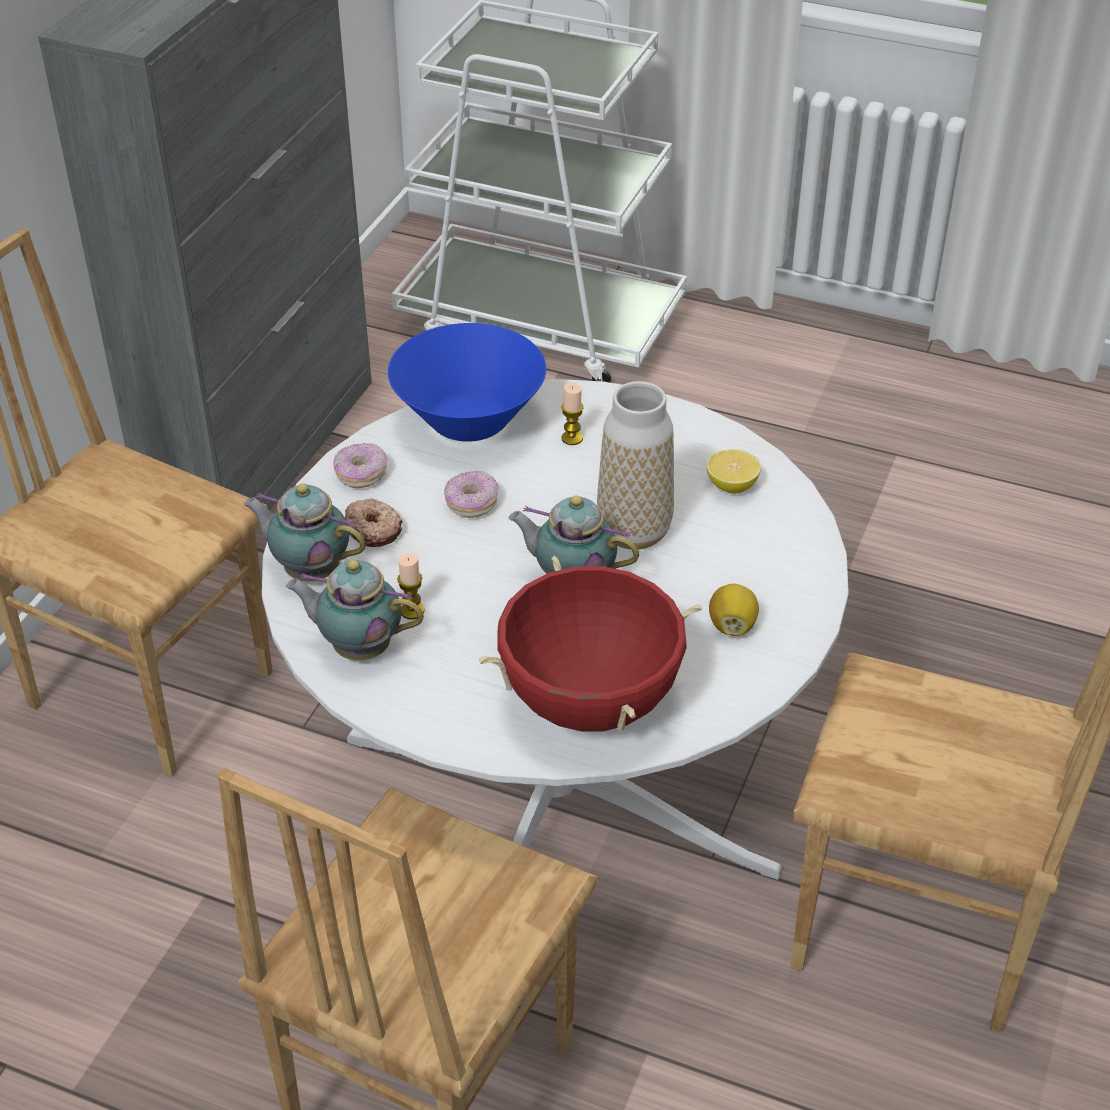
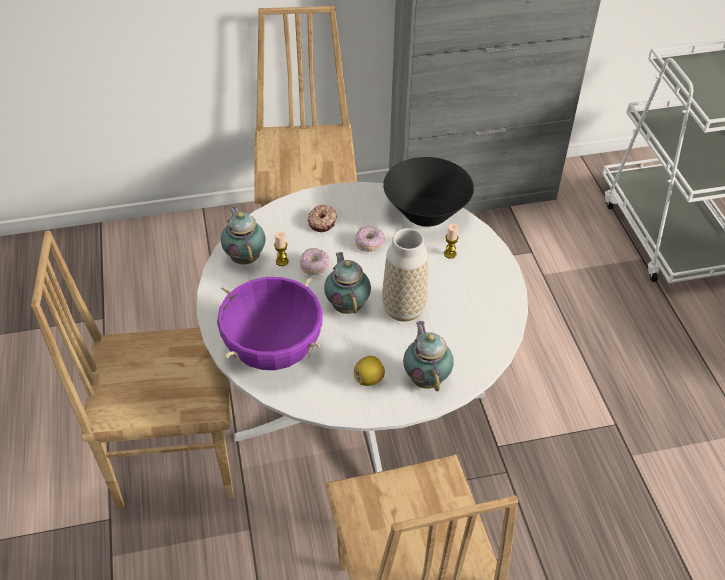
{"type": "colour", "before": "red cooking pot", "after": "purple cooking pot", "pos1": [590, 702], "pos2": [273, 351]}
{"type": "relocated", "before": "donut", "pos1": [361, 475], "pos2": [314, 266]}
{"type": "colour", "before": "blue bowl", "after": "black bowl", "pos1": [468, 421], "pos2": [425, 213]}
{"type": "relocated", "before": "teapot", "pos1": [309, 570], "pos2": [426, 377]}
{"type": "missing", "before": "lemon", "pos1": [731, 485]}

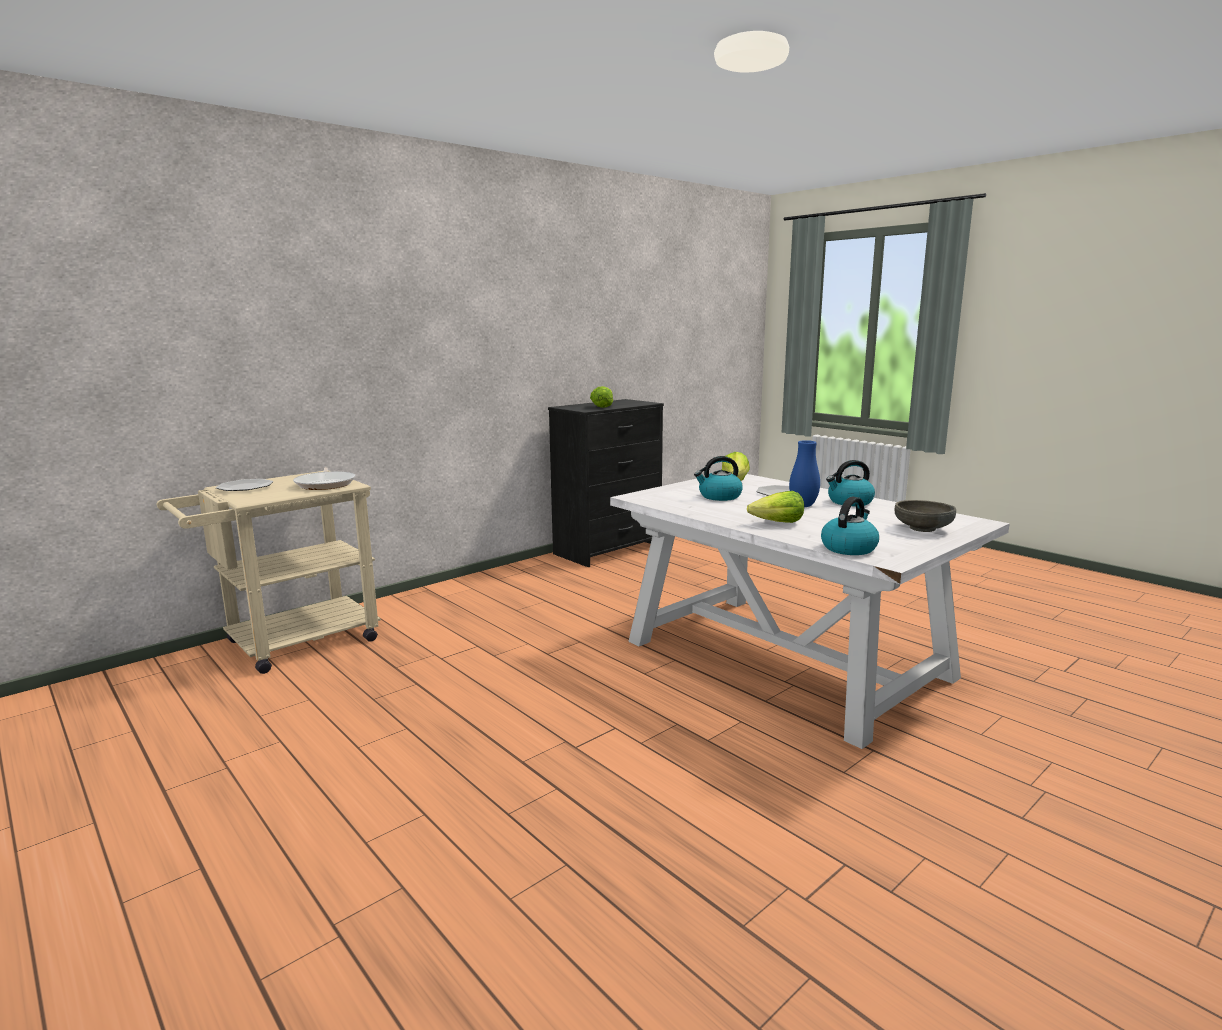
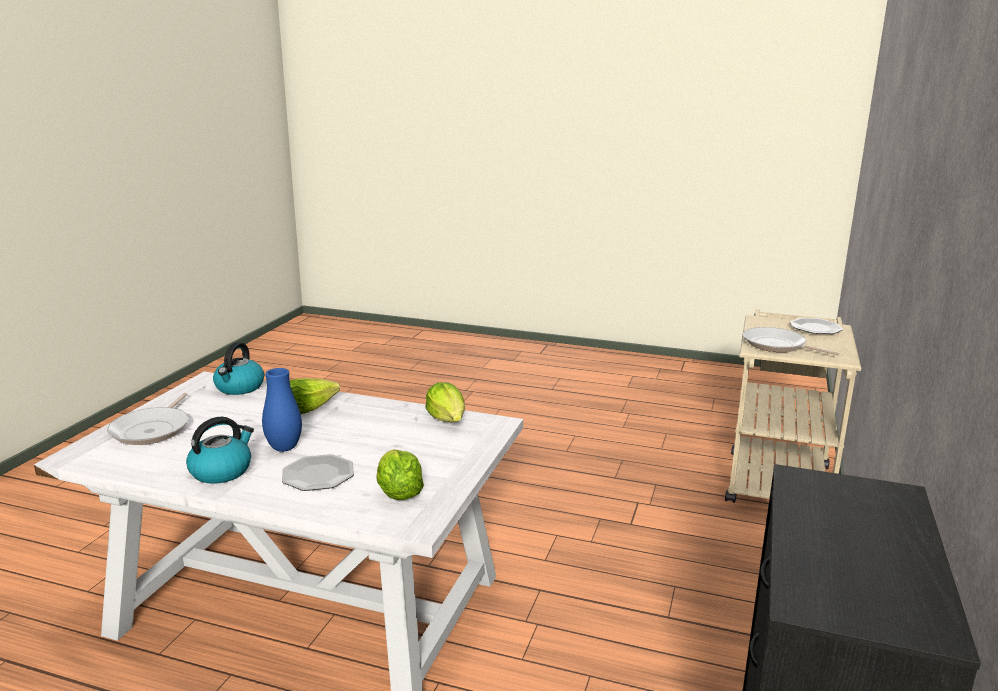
{"type": "exchanged", "before": "grey bowl", "after": "frying pan", "pos1": [922, 529], "pos2": [153, 429]}
{"type": "relocated", "before": "lettuce", "pos1": [602, 406], "pos2": [448, 419]}
{"type": "missing", "before": "kettle", "pos1": [719, 496]}

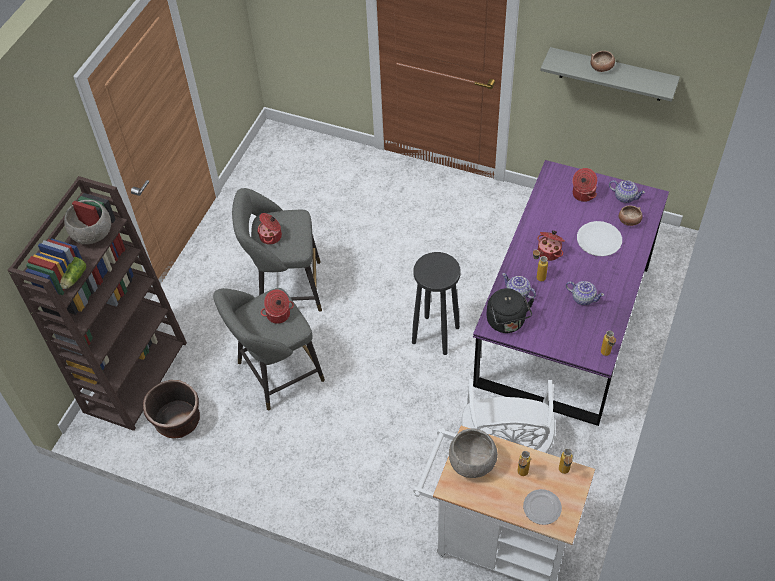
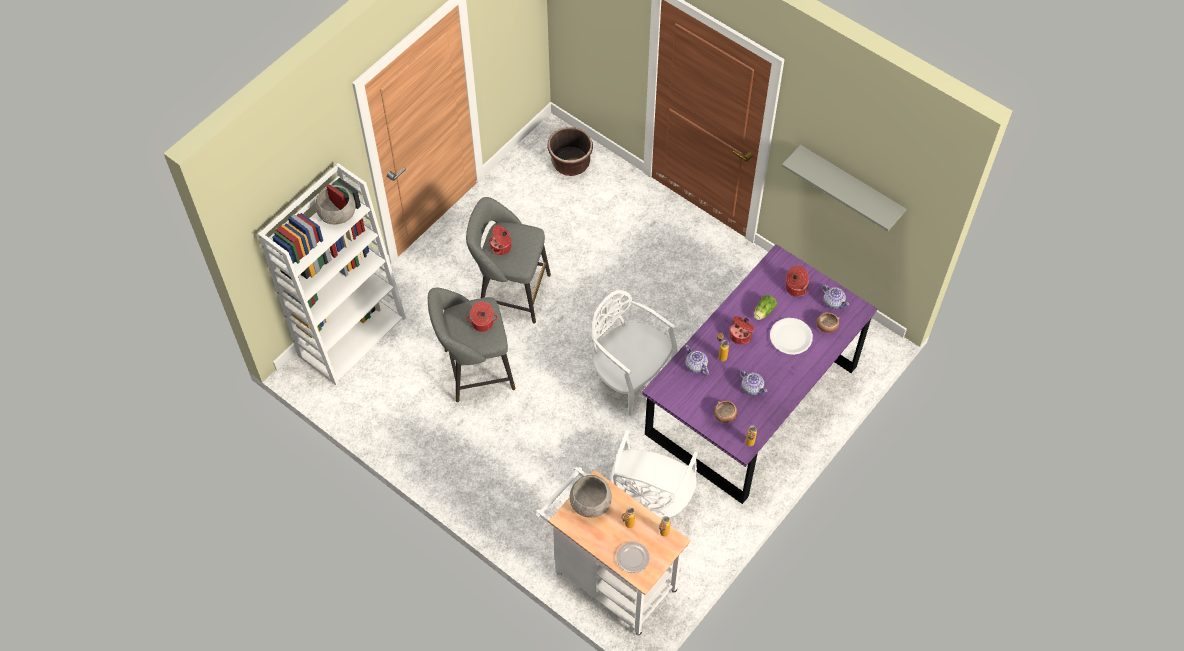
{"type": "colour", "before": "brown bookcase", "after": "white bookcase", "pos1": [135, 375], "pos2": [352, 335]}
{"type": "relocated", "before": "brown planter", "pos1": [177, 421], "pos2": [570, 163]}
{"type": "exchanged", "before": "black stool", "after": "white chair", "pos1": [436, 334], "pos2": [630, 376]}
{"type": "relocated", "before": "bowl", "pos1": [601, 68], "pos2": [725, 415]}
{"type": "relocated", "before": "lettuce", "pos1": [73, 279], "pos2": [763, 312]}
{"type": "missing", "before": "black kettle", "pos1": [507, 322]}

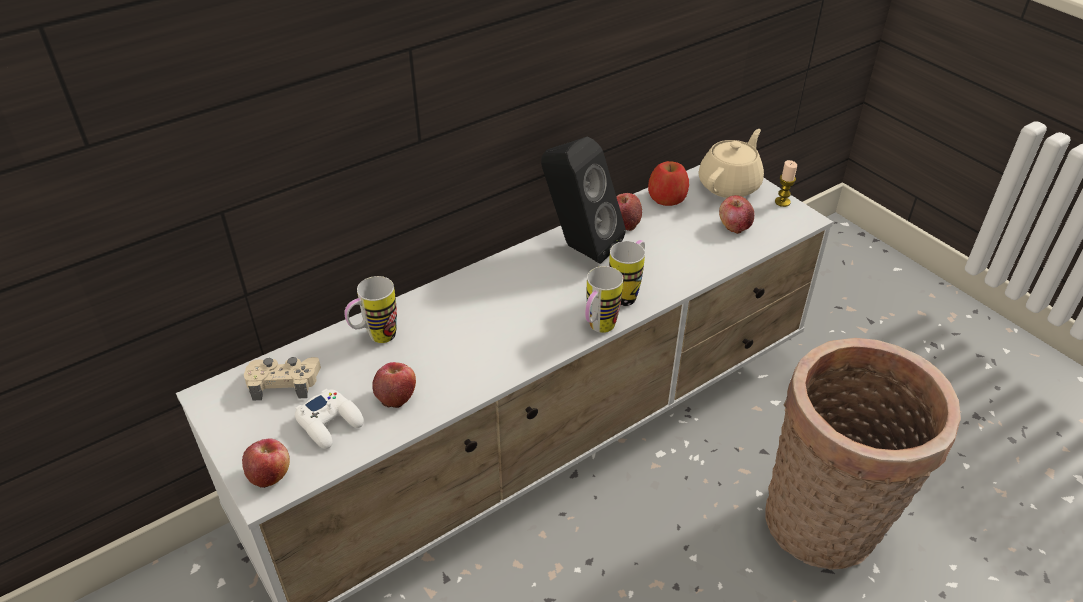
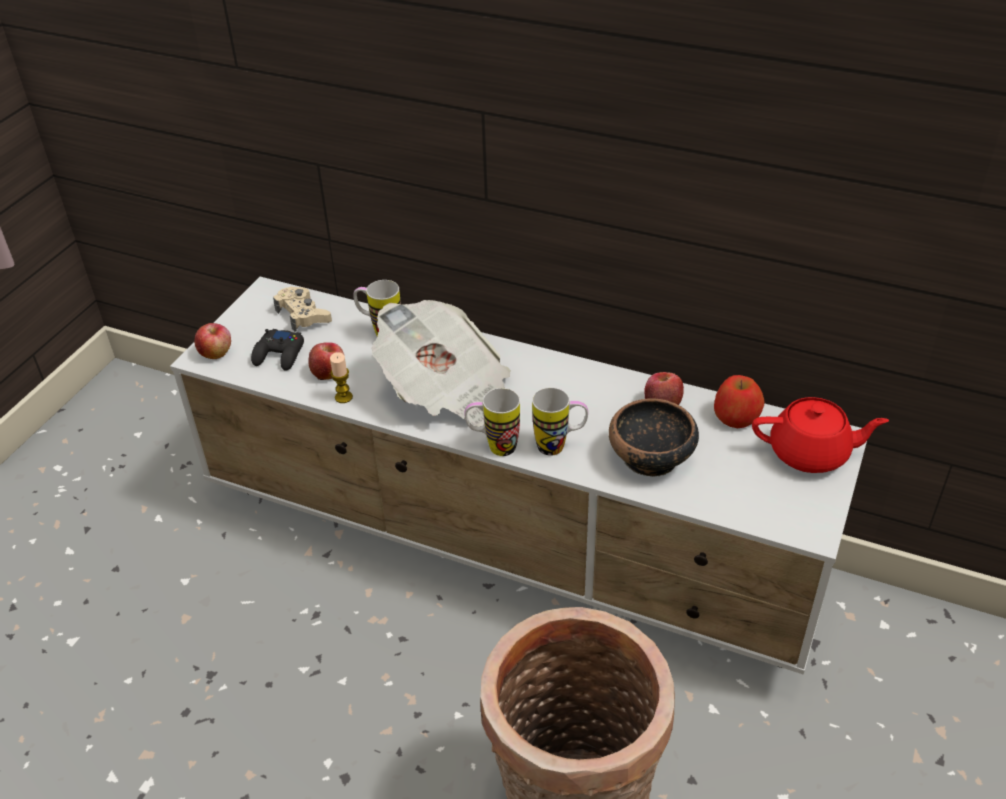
{"type": "colour", "before": "white game controller", "after": "black game controller", "pos1": [330, 423], "pos2": [279, 355]}
{"type": "relocated", "before": "candle", "pos1": [782, 202], "pos2": [343, 397]}
{"type": "appeared", "after": "newspaper", "pos2": [446, 391]}
{"type": "appeared", "after": "bowl", "pos2": [650, 458]}
{"type": "colour", "before": "beige teapot", "after": "red teapot", "pos1": [730, 185], "pos2": [810, 453]}
{"type": "missing", "before": "black speaker", "pos1": [578, 248]}
{"type": "missing", "before": "apple", "pos1": [734, 226]}

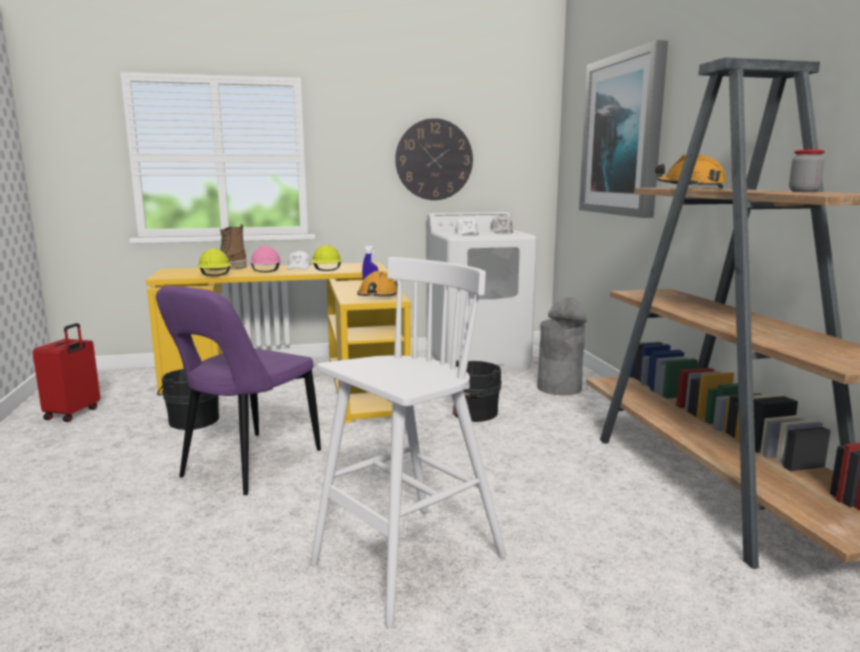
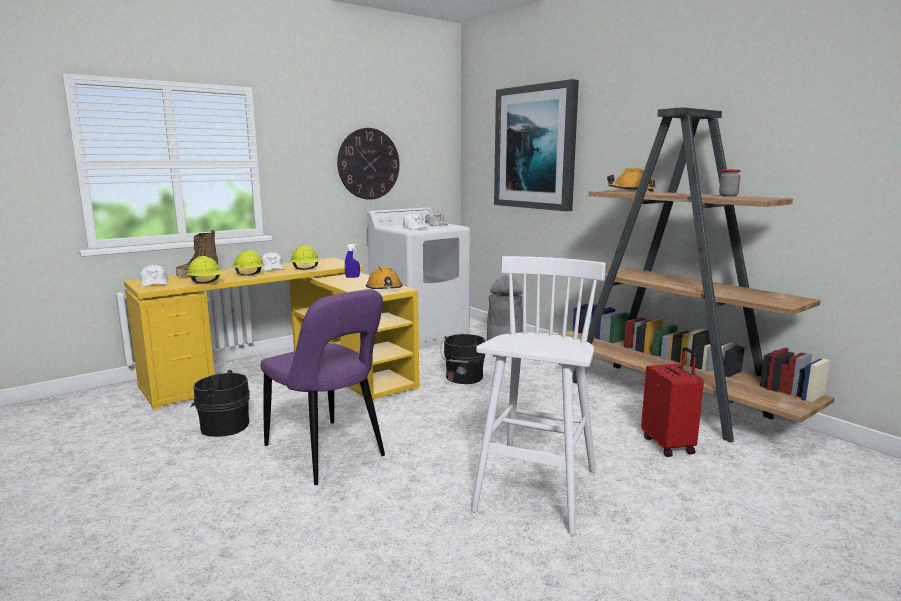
{"type": "appeared", "after": "white cap", "pos2": [154, 283]}
{"type": "colour", "before": "pink hard hat", "after": "yellow hard hat", "pos1": [265, 271], "pos2": [248, 274]}
{"type": "spun", "before": "purple chair", "pos1": [247, 466], "pos2": [327, 453], "turn": -45}
{"type": "relocated", "before": "red suitcase", "pos1": [73, 414], "pos2": [669, 445]}

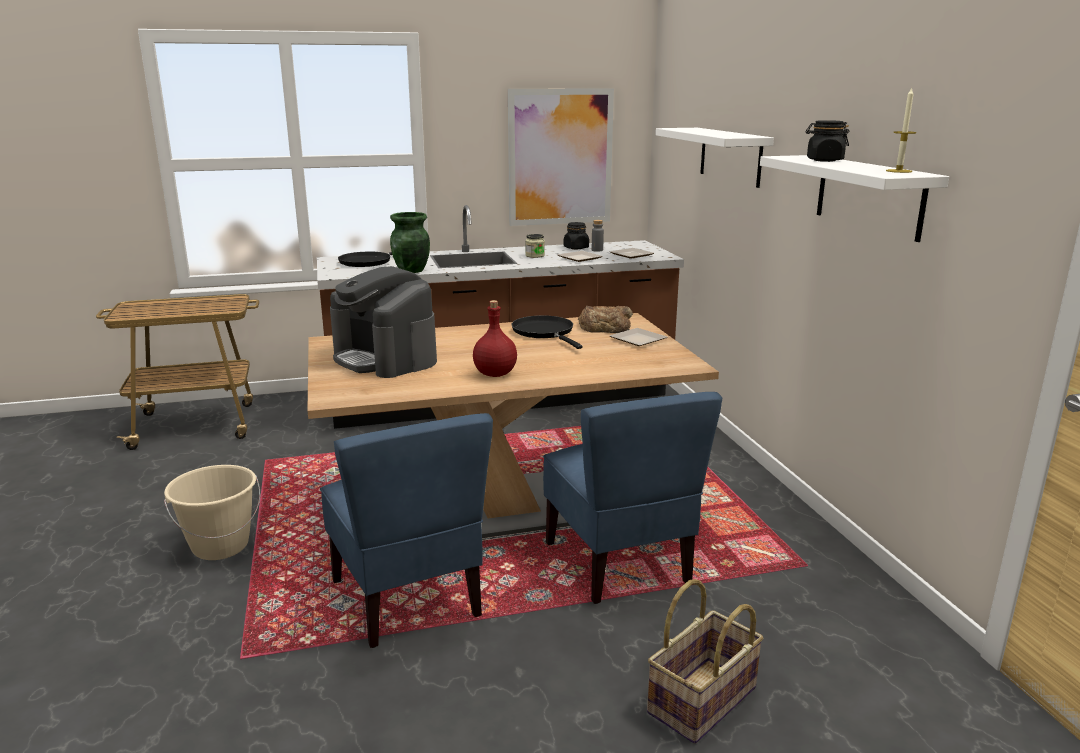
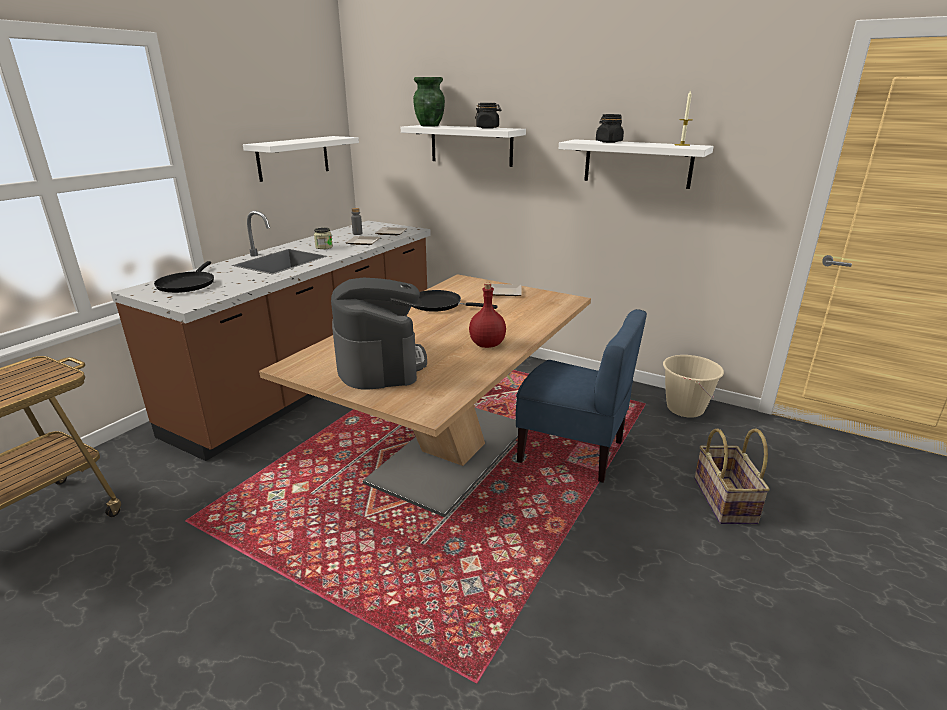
{"type": "exchanged", "before": "picture", "after": "white shelf", "pos1": [560, 157], "pos2": [293, 158]}
{"type": "spun", "before": "coffee machine", "pos1": [385, 358], "pos2": [380, 363], "turn": -105}
{"type": "relocated", "before": "green vase", "pos1": [412, 270], "pos2": [430, 126]}
{"type": "relocated", "before": "black jar", "pos1": [576, 248], "pos2": [488, 128]}
{"type": "relocated", "before": "beige bucket", "pos1": [220, 546], "pos2": [684, 408]}
{"type": "missing", "before": "blue chair", "pos1": [408, 598]}
{"type": "missing", "before": "bread", "pos1": [605, 326]}

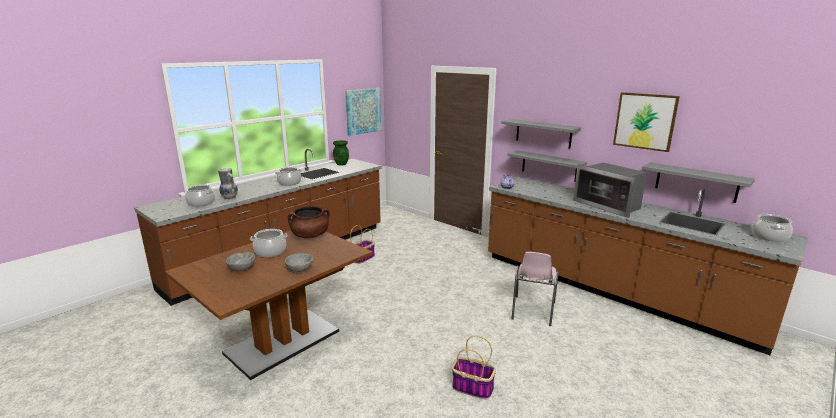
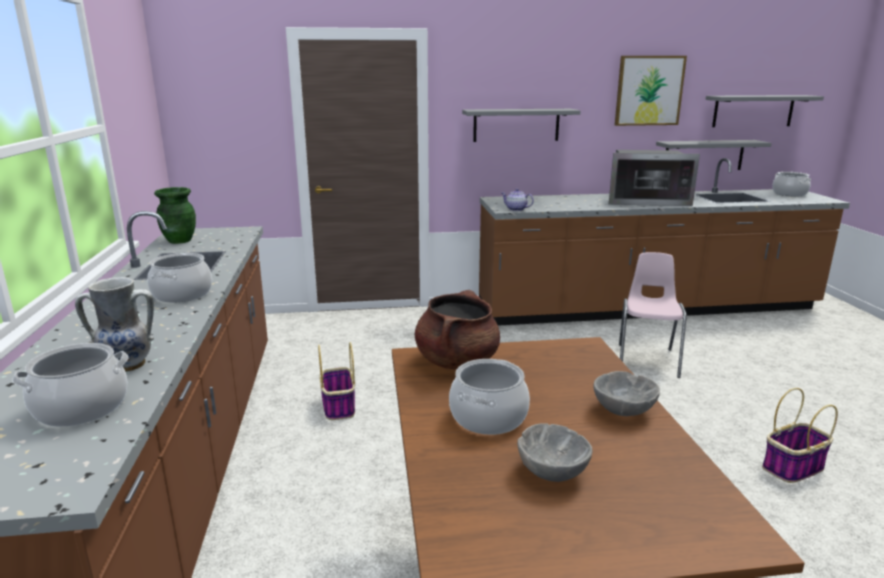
{"type": "spun", "before": "pink chair", "pos1": [532, 311], "pos2": [647, 360], "turn": -135}
{"type": "relocated", "before": "grey shelf", "pos1": [549, 166], "pos2": [753, 111]}
{"type": "missing", "before": "picture", "pos1": [363, 111]}

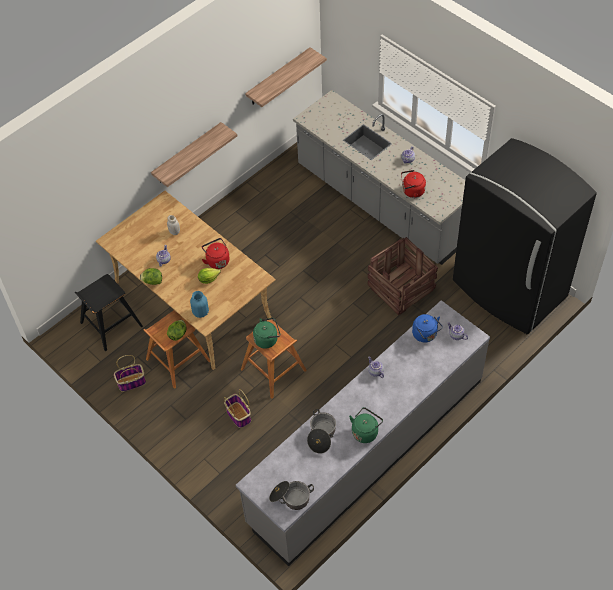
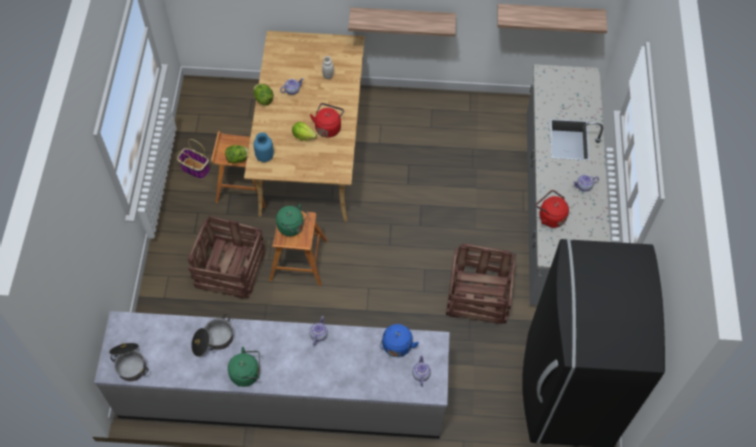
{"type": "exchanged", "before": "basket", "after": "crate", "pos1": [238, 415], "pos2": [231, 268]}
{"type": "missing", "before": "black stool", "pos1": [110, 324]}

